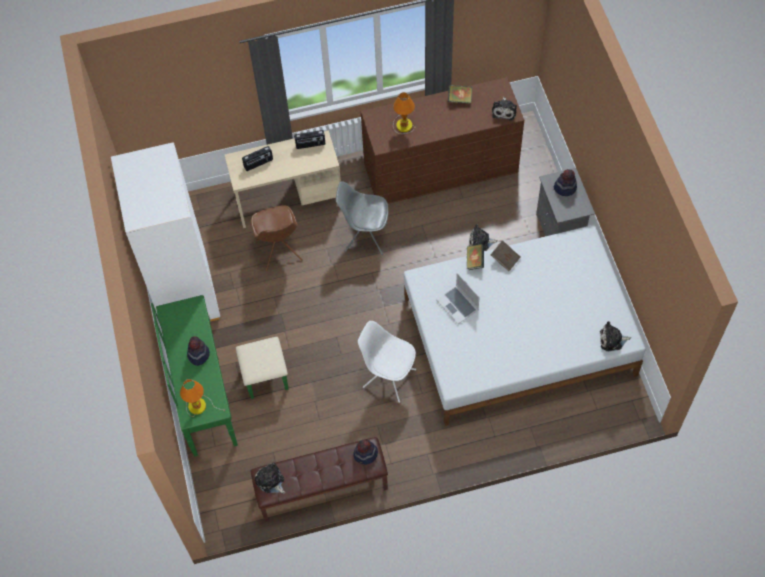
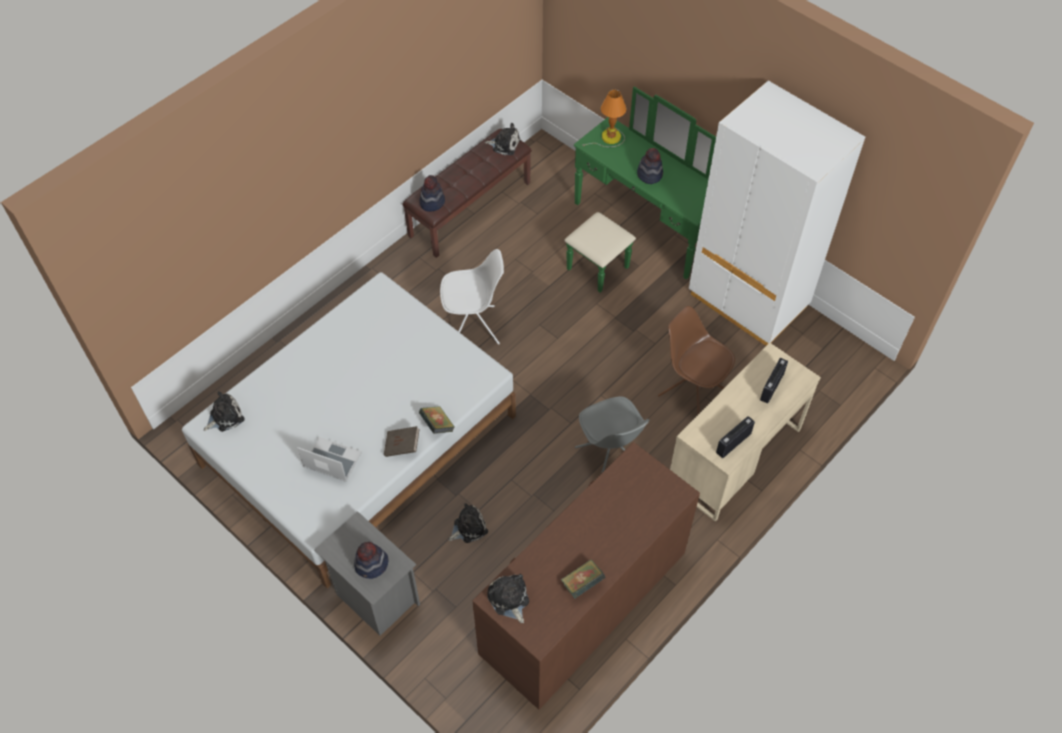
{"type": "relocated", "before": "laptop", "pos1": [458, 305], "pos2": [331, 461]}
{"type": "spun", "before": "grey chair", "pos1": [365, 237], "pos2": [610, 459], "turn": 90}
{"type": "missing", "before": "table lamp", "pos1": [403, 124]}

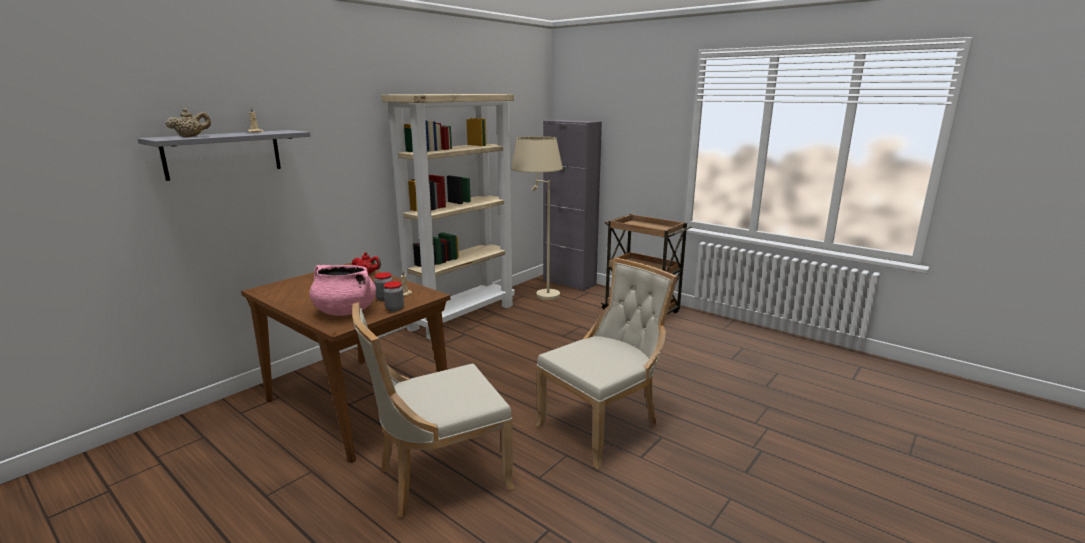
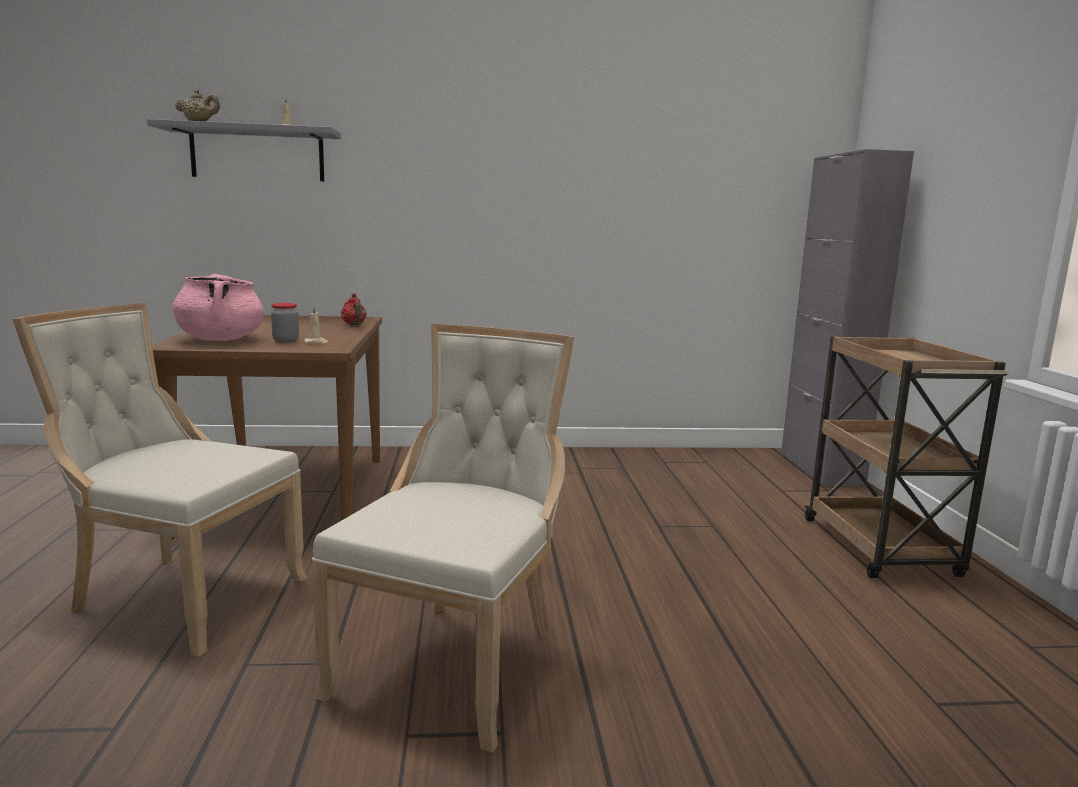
{"type": "spun", "before": "beige chair", "pos1": [603, 426], "pos2": [455, 660], "turn": -75}
{"type": "missing", "before": "beige bookcase", "pos1": [462, 316]}
{"type": "missing", "before": "jar", "pos1": [394, 309]}
{"type": "missing", "before": "beige floor lamp", "pos1": [537, 292]}

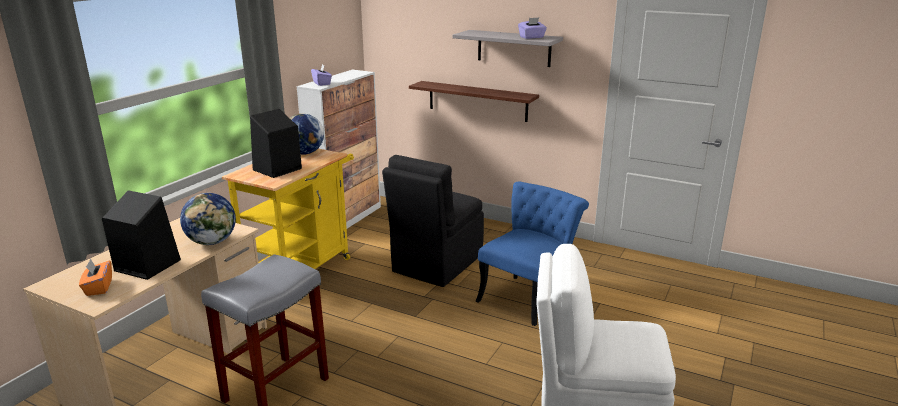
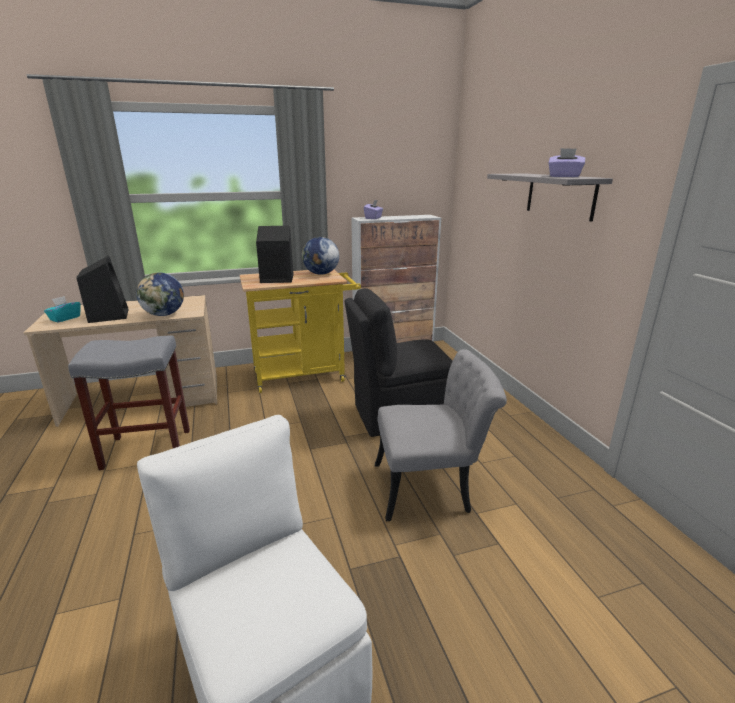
{"type": "colour", "before": "orange tissue box", "after": "turquoise tissue box", "pos1": [98, 287], "pos2": [65, 318]}
{"type": "colour", "before": "blue chair", "after": "grey chair", "pos1": [528, 295], "pos2": [432, 487]}
{"type": "missing", "before": "shelf", "pos1": [477, 101]}

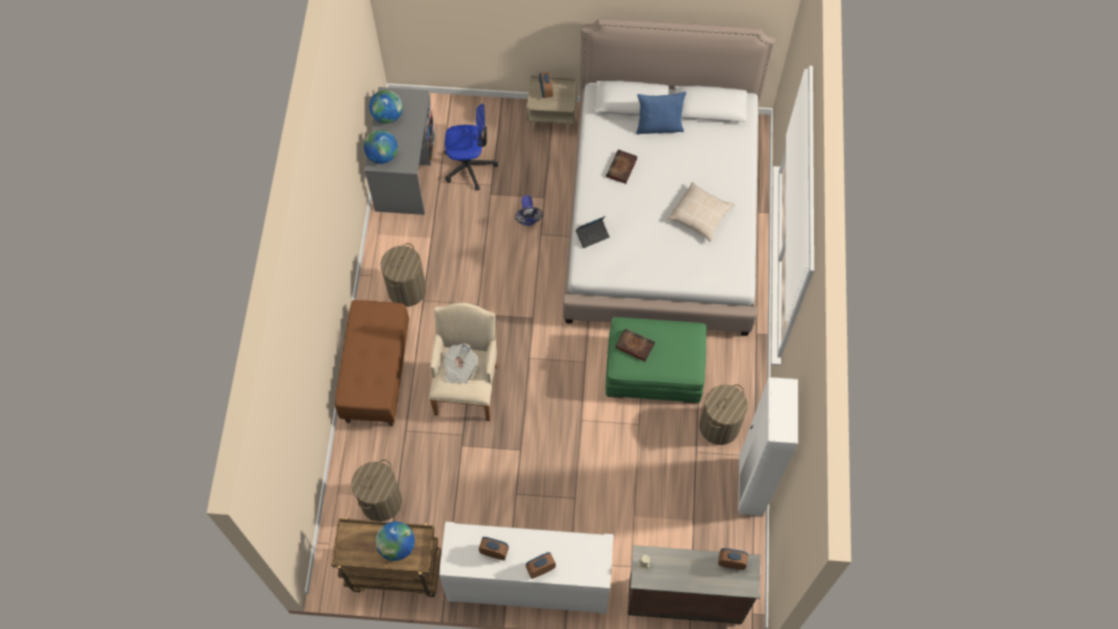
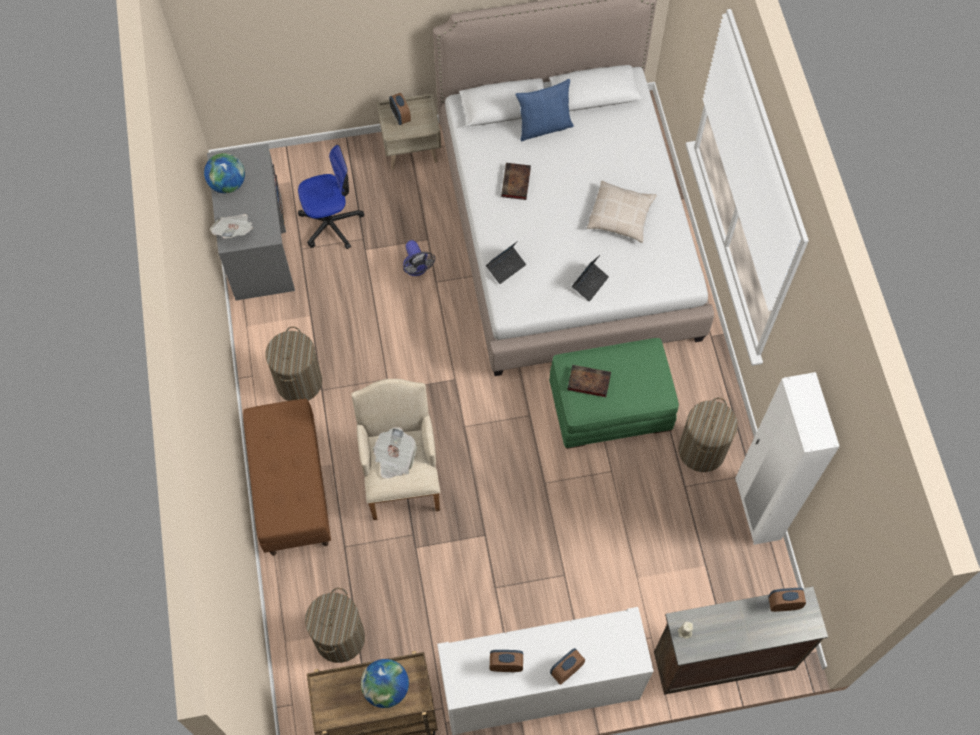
{"type": "exchanged", "before": "globe", "after": "newspaper", "pos1": [382, 155], "pos2": [235, 231]}
{"type": "appeared", "after": "laptop", "pos2": [590, 283]}

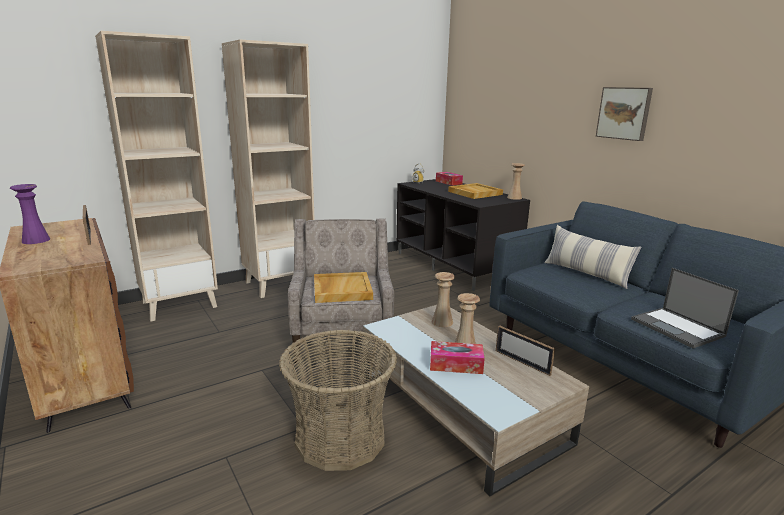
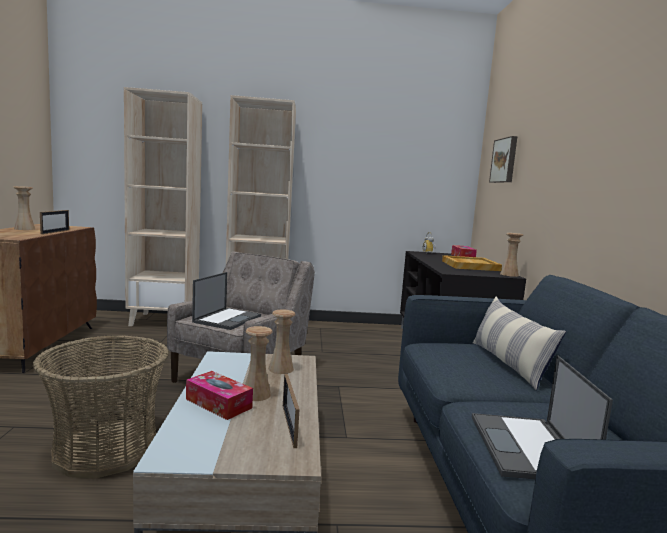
{"type": "colour", "before": "purple vase", "after": "beige vase", "pos1": [36, 240], "pos2": [24, 229]}
{"type": "exchanged", "before": "beige tray", "after": "laptop", "pos1": [341, 289], "pos2": [228, 319]}
{"type": "relocated", "before": "picture", "pos1": [624, 113], "pos2": [505, 160]}

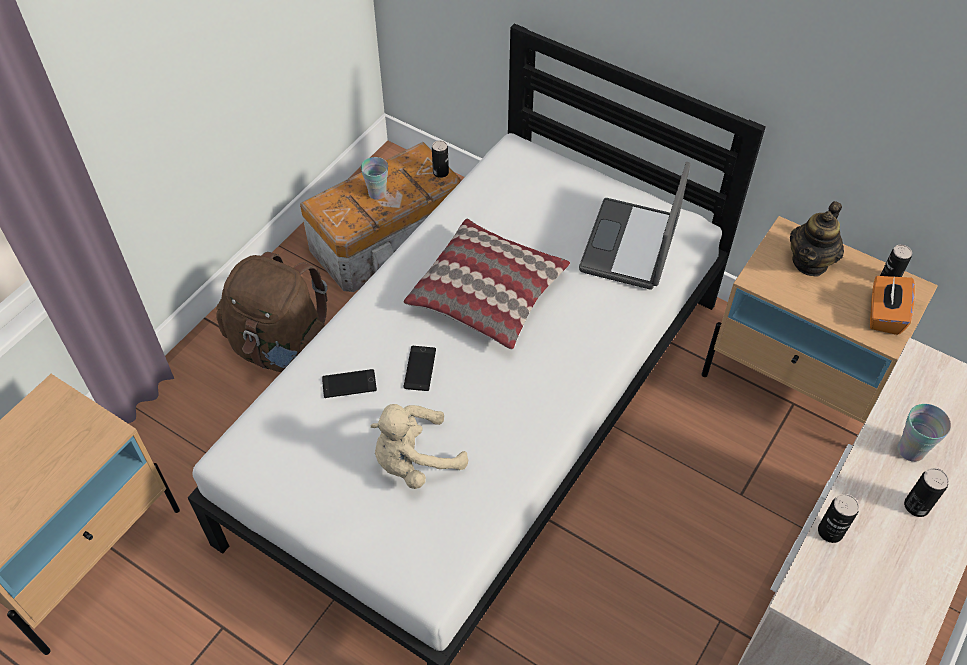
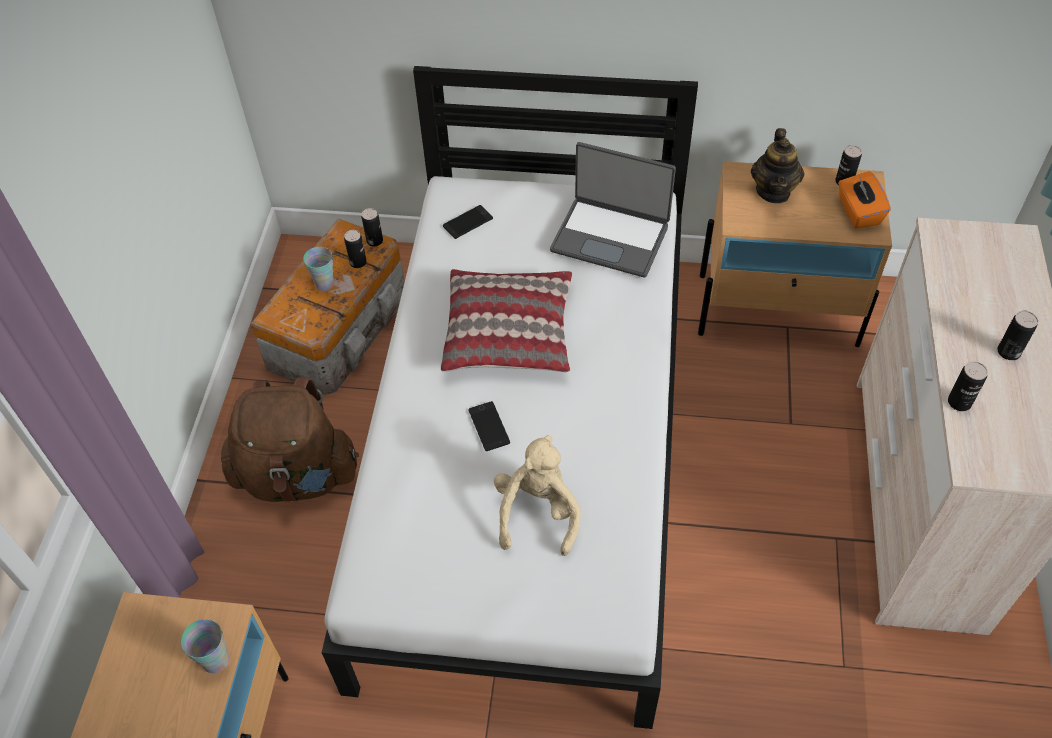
{"type": "relocated", "before": "cup", "pos1": [911, 450], "pos2": [216, 660]}
{"type": "appeared", "after": "can", "pos2": [358, 262]}
{"type": "relocated", "before": "phone", "pos1": [349, 384], "pos2": [468, 222]}
{"type": "spun", "before": "beige plush toy", "pos1": [414, 461], "pos2": [537, 512], "turn": 150}
{"type": "spun", "before": "laptop", "pos1": [631, 246], "pos2": [610, 237], "turn": -60}

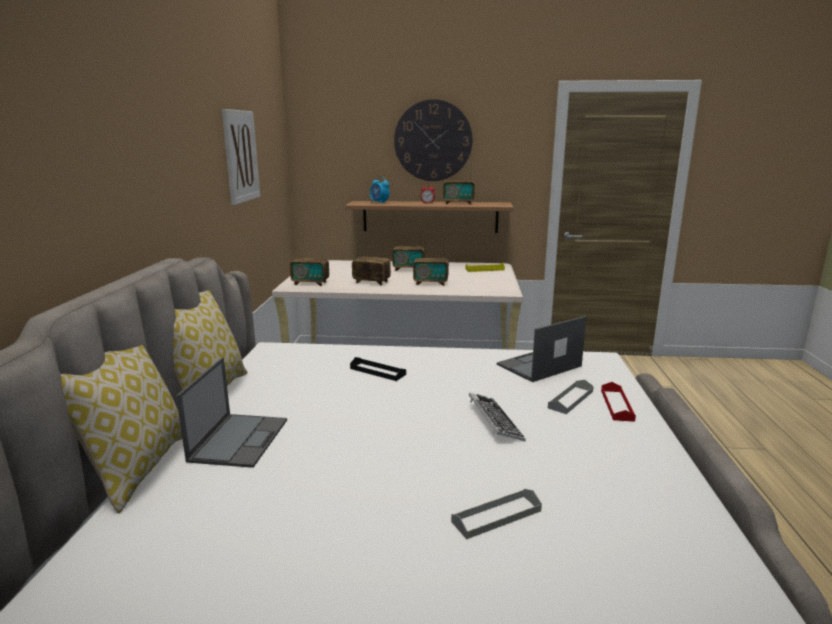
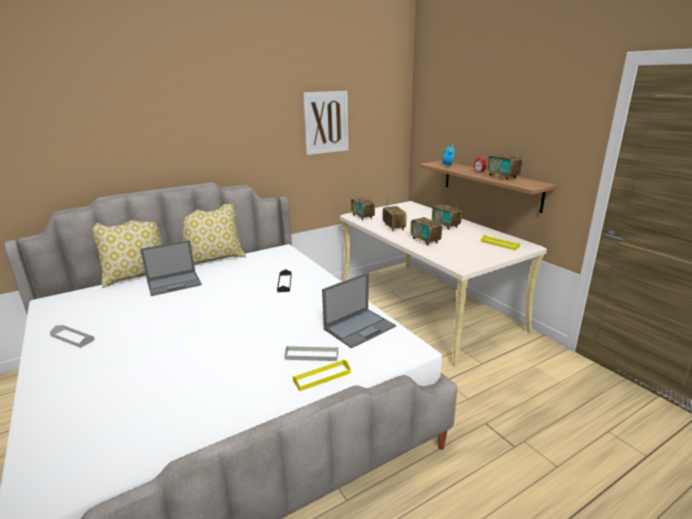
{"type": "relocated", "before": "grey tray", "pos1": [496, 516], "pos2": [72, 338]}
{"type": "colour", "before": "red tray", "after": "yellow tray", "pos1": [617, 405], "pos2": [322, 377]}
{"type": "spun", "before": "laptop", "pos1": [538, 366], "pos2": [360, 327], "turn": 120}
{"type": "missing", "before": "wall clock", "pos1": [433, 141]}
{"type": "missing", "before": "keyboard", "pos1": [494, 421]}

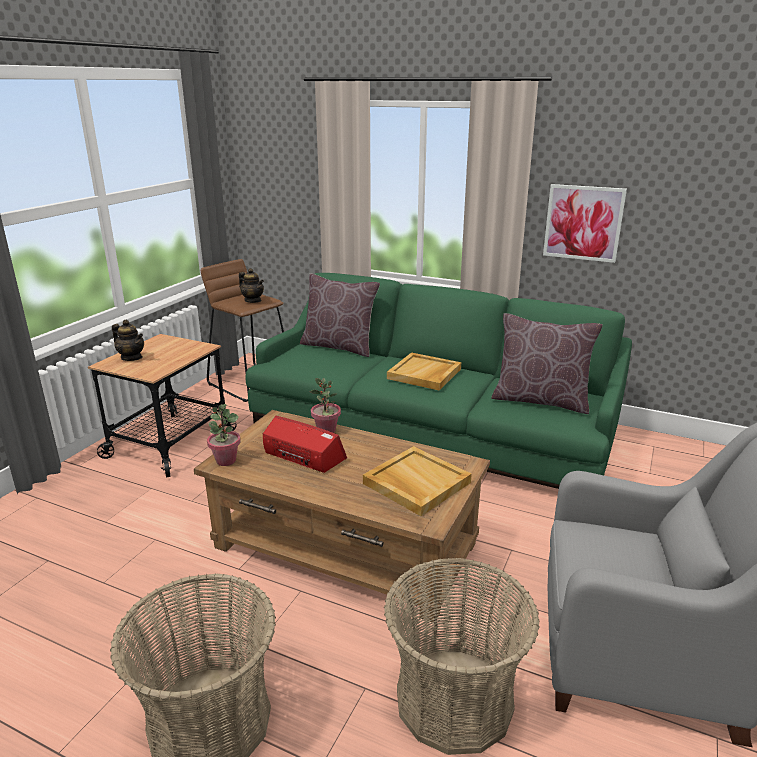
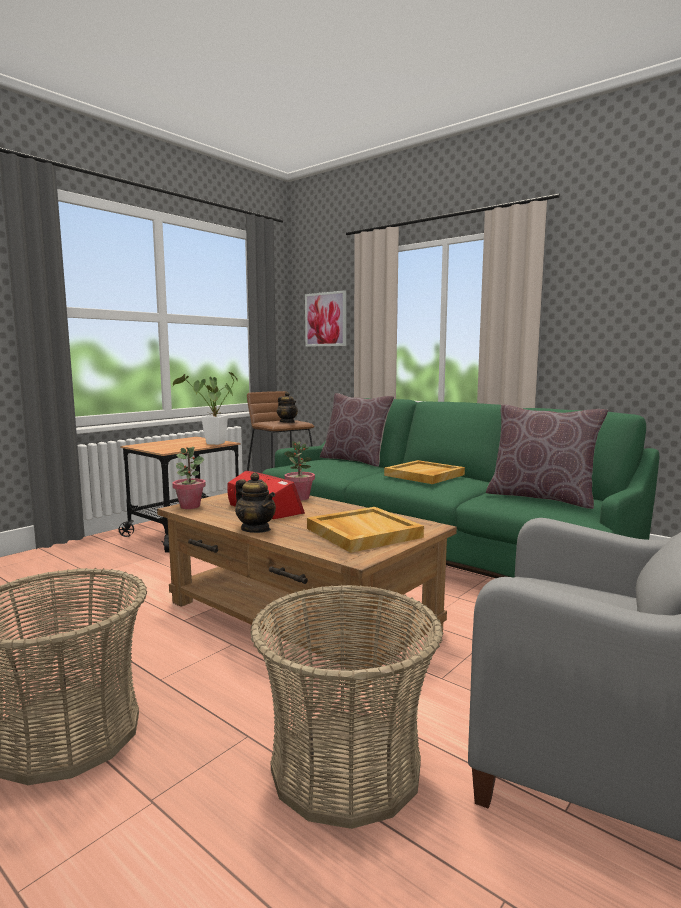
{"type": "appeared", "after": "potted plant", "pos2": [213, 444]}
{"type": "relocated", "before": "teapot", "pos1": [131, 357], "pos2": [256, 529]}
{"type": "relocated", "before": "picture", "pos1": [583, 223], "pos2": [326, 319]}

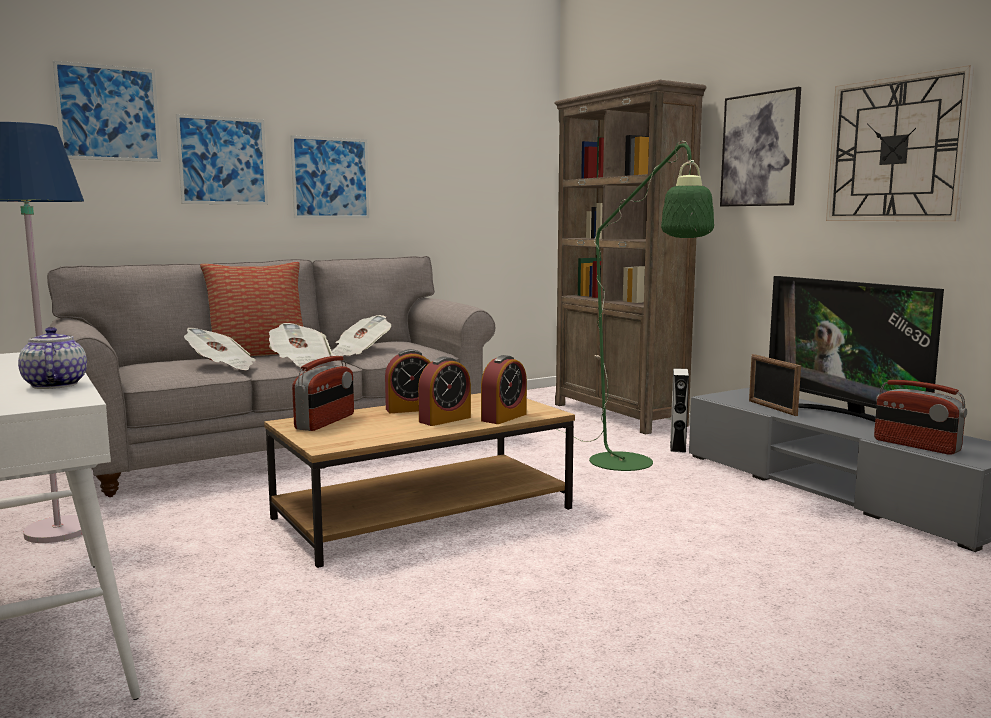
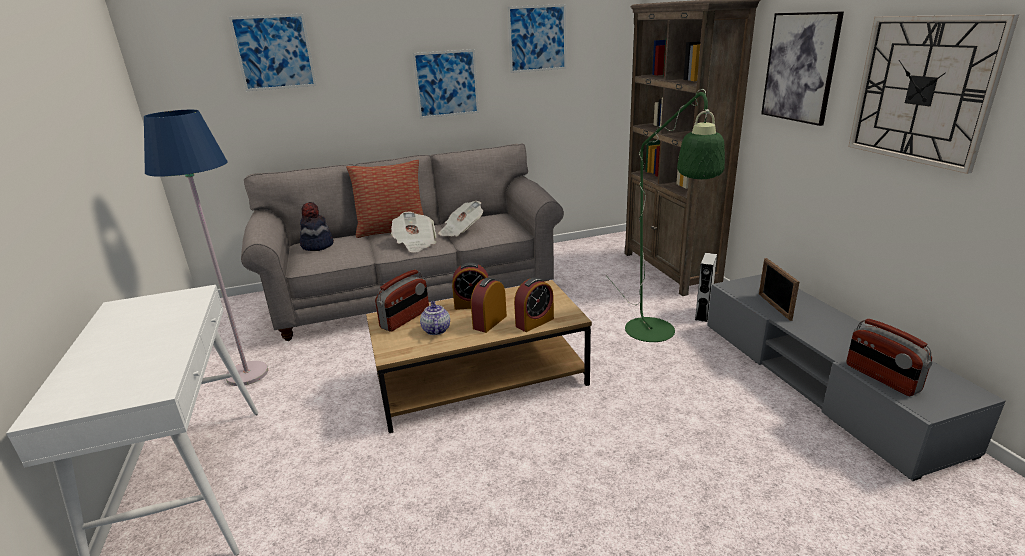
{"type": "appeared", "after": "hat", "pos2": [317, 245]}
{"type": "relocated", "before": "teapot", "pos1": [54, 385], "pos2": [435, 330]}
{"type": "spun", "before": "alarm clock", "pos1": [445, 419], "pos2": [490, 322], "turn": 150}
{"type": "relocated", "before": "picture", "pos1": [223, 161], "pos2": [537, 38]}
{"type": "missing", "before": "newspaper", "pos1": [222, 367]}
{"type": "missing", "before": "television", "pos1": [845, 417]}

